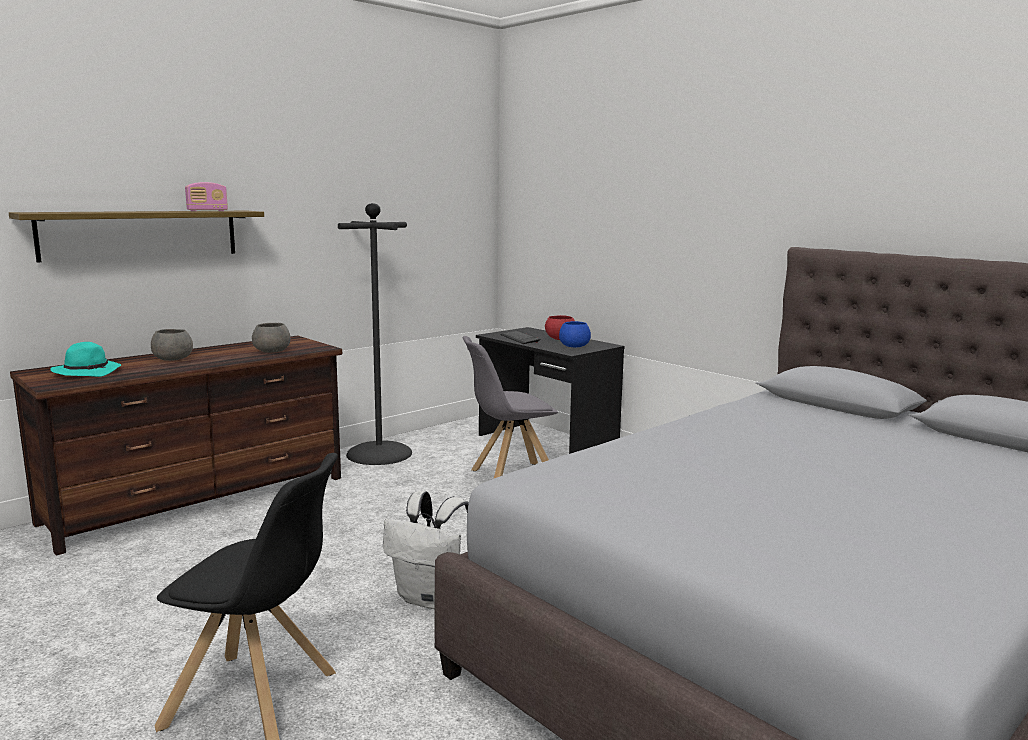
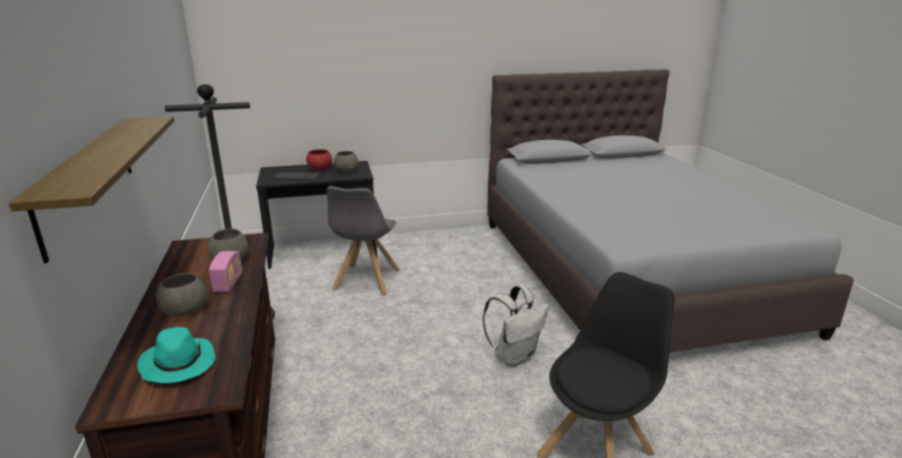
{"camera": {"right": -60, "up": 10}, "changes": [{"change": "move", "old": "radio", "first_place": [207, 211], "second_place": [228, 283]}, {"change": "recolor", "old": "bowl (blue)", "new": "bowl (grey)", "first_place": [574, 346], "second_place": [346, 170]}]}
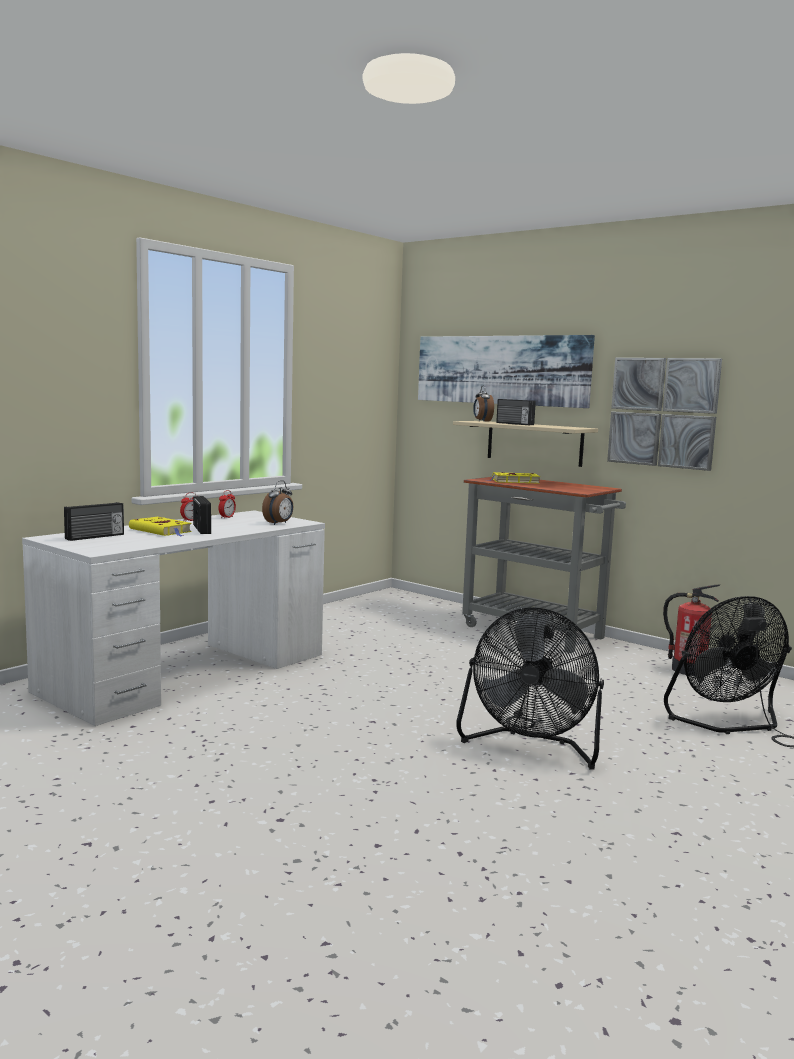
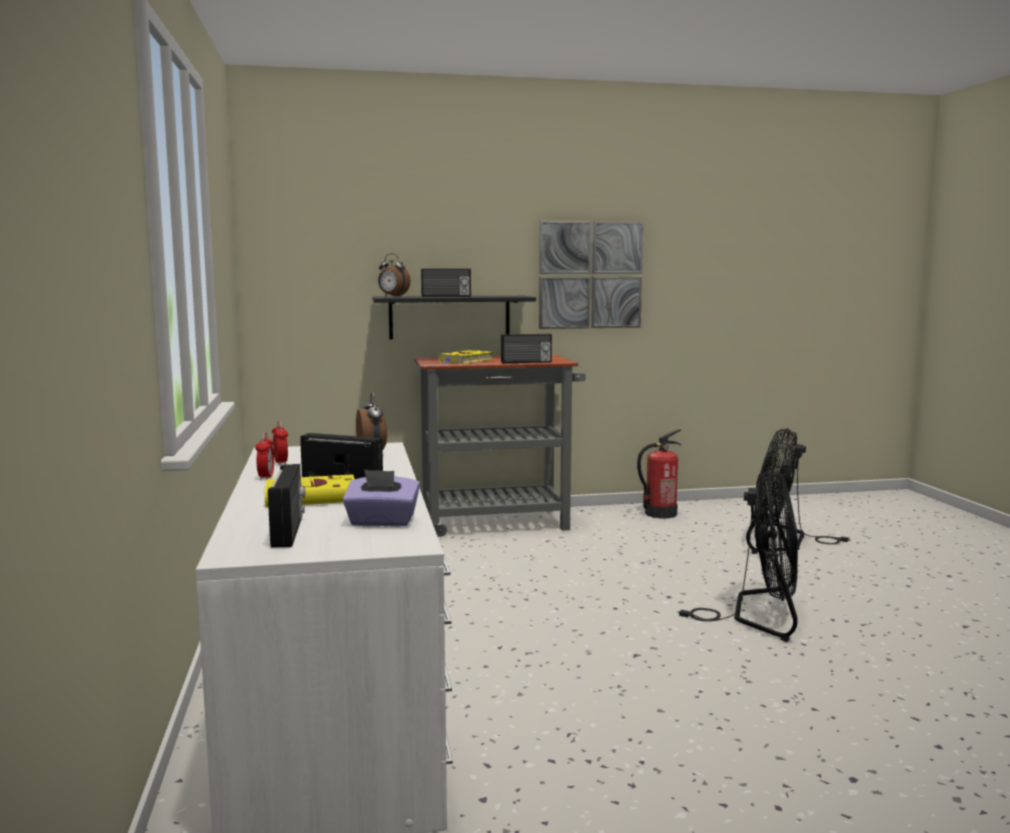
{"camera": {"right": -50, "up": 0}, "changes": [{"change": "insert", "new": "tissue box (purple)", "second_place": [382, 522]}, {"change": "recolor", "old": "shelf (beige)", "new": "shelf (black)", "first_place": [534, 443], "second_place": [449, 317]}, {"change": "insert", "new": "radio", "second_place": [526, 362]}, {"change": "rotate", "old": "fan (black)", "first_place": [528, 744], "second_place": [757, 613], "degrees": -45}, {"change": "delete", "old": "picture", "first_place": [500, 370]}]}
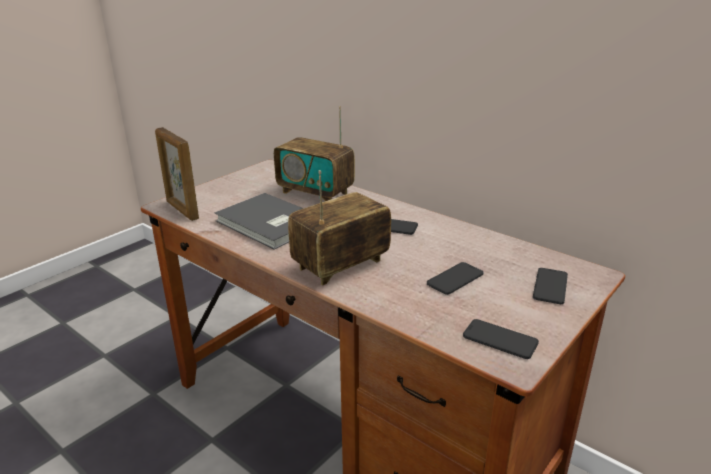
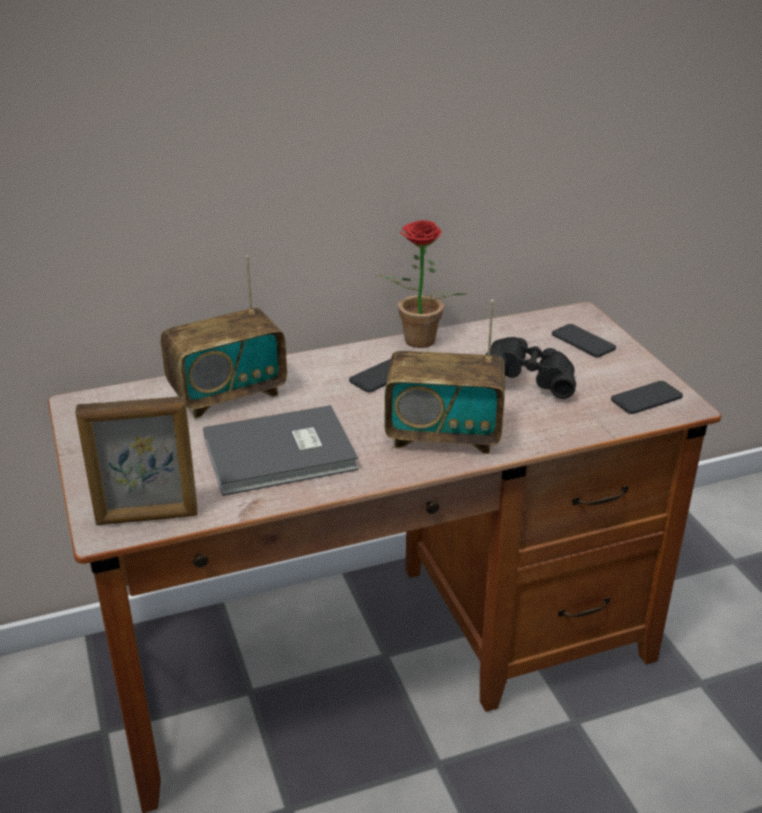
{"camera": {"right": -60, "up": 5}, "changes": [{"change": "insert", "new": "potted plant", "second_place": [415, 343]}, {"change": "rotate", "old": "radio", "first_place": [341, 266], "second_place": [443, 435], "degrees": -75}, {"change": "replace", "old": "phone", "new": "binoculars (black)", "first_place": [455, 279], "second_place": [530, 381]}]}
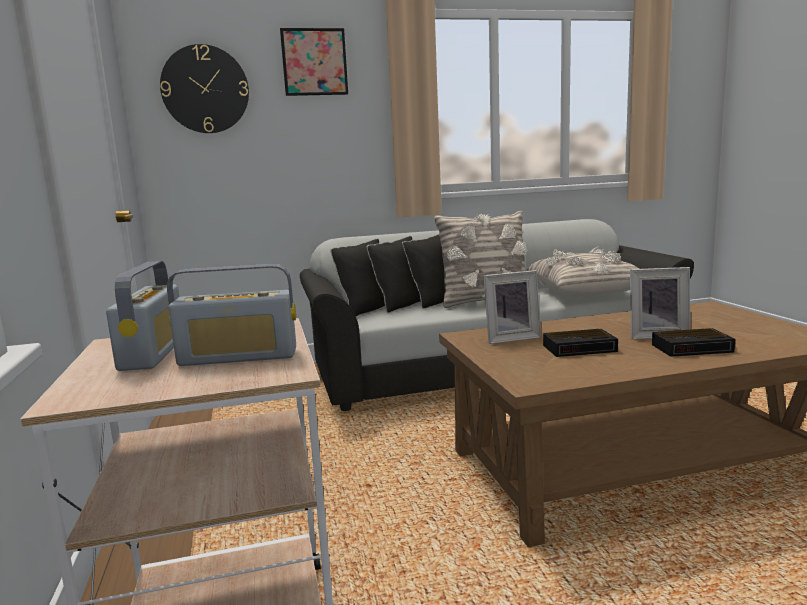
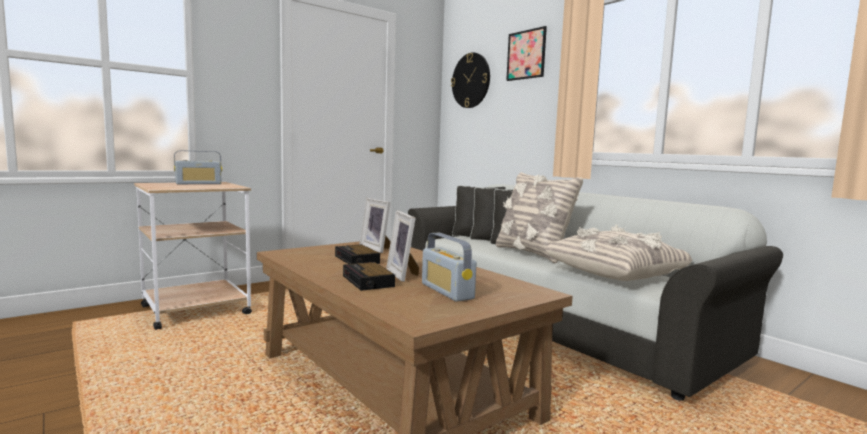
{"camera": {"right": 65, "up": -5}, "changes": [{"change": "move", "old": "radio", "first_place": [238, 357], "second_place": [447, 291]}]}
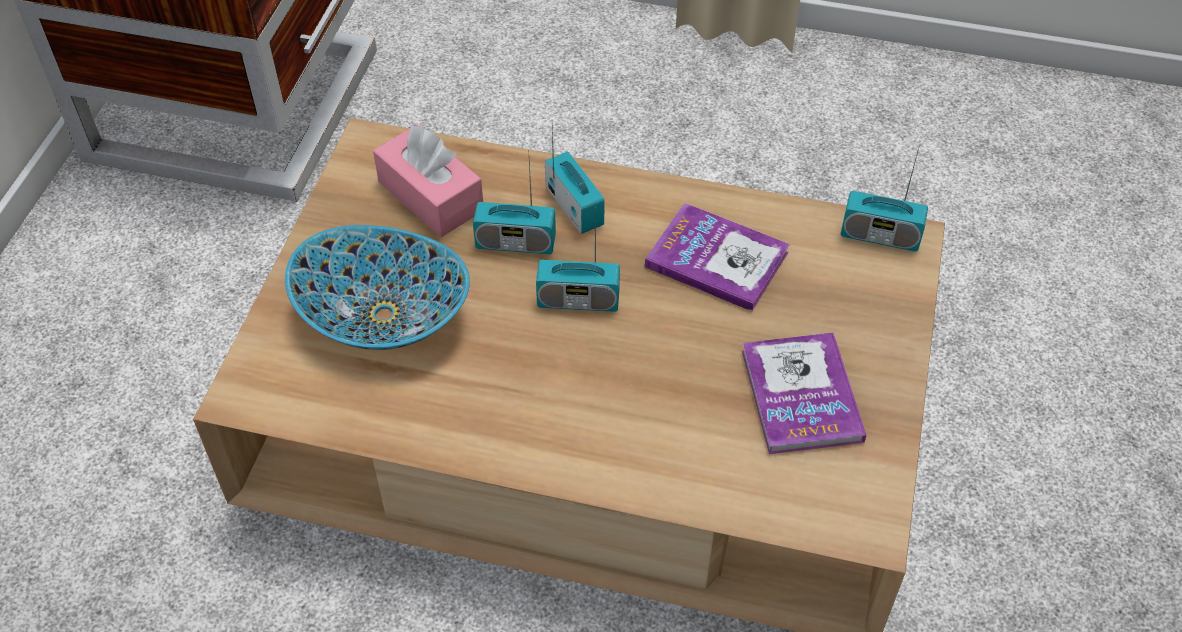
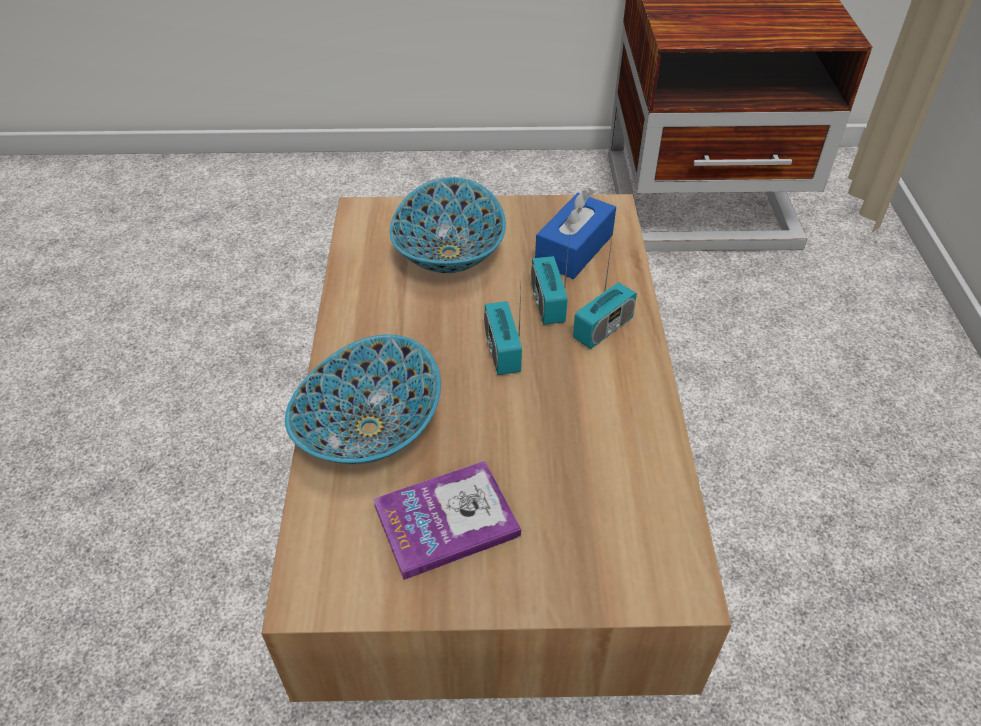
{"camera": {"right": 75, "up": -5}, "changes": [{"change": "insert", "new": "bowl", "second_place": [367, 428]}, {"change": "recolor", "old": "tissue box (pink)", "new": "tissue box (blue)", "first_place": [430, 196], "second_place": [574, 249]}, {"change": "delete", "old": "book", "first_place": [717, 259]}, {"change": "delete", "old": "radio", "first_place": [880, 236]}]}
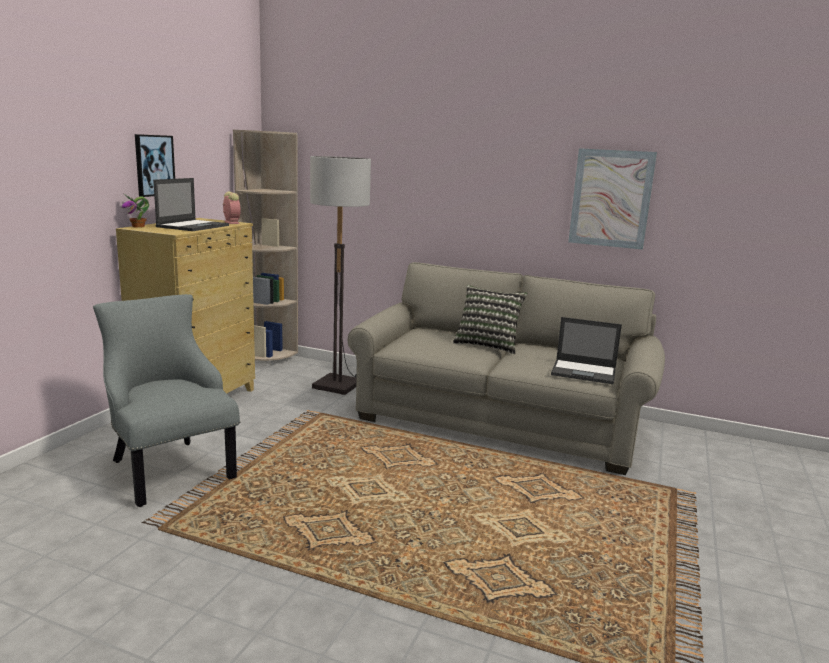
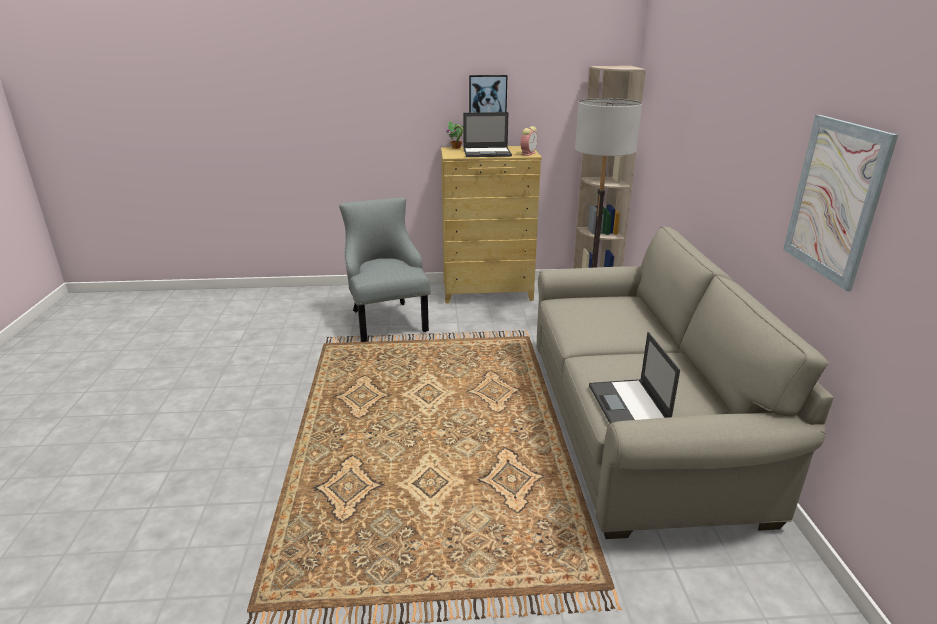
{"camera": {"right": 65, "up": 10}, "changes": [{"change": "rotate", "old": "armchair (grey)", "first_place": [171, 472], "second_place": [387, 322], "degrees": -45}, {"change": "delete", "old": "pillow", "first_place": [487, 344]}]}
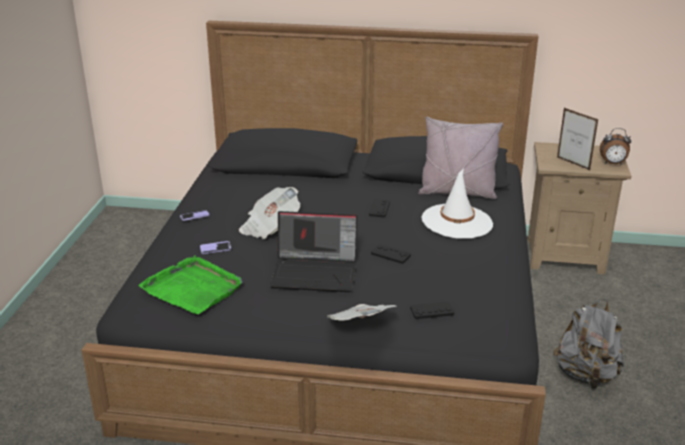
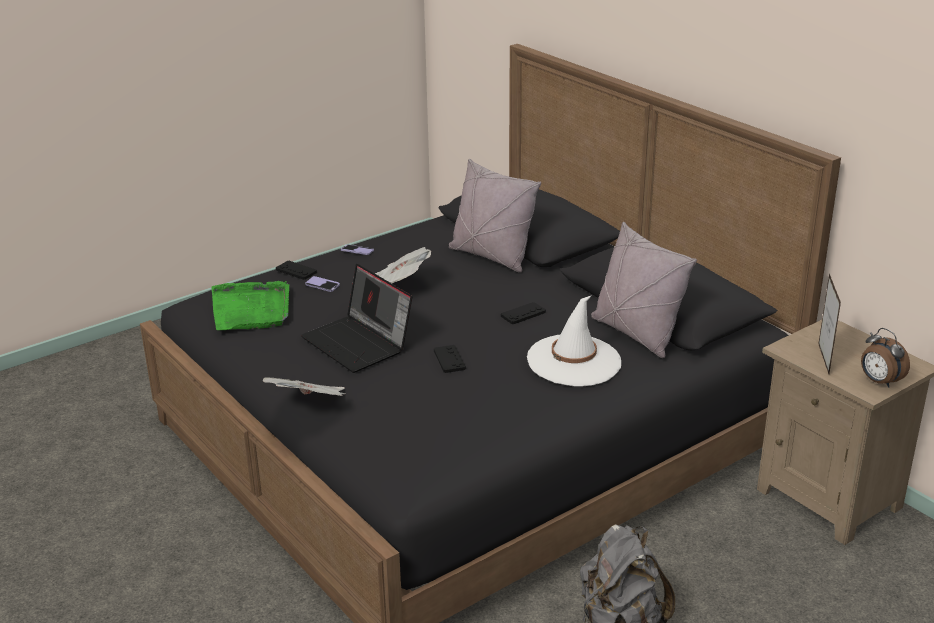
{"camera": {"right": 45, "up": 0}, "changes": [{"change": "move", "old": "game controller (black)", "first_place": [432, 311], "second_place": [296, 271]}, {"change": "insert", "new": "pillow (purple)", "second_place": [491, 256]}]}
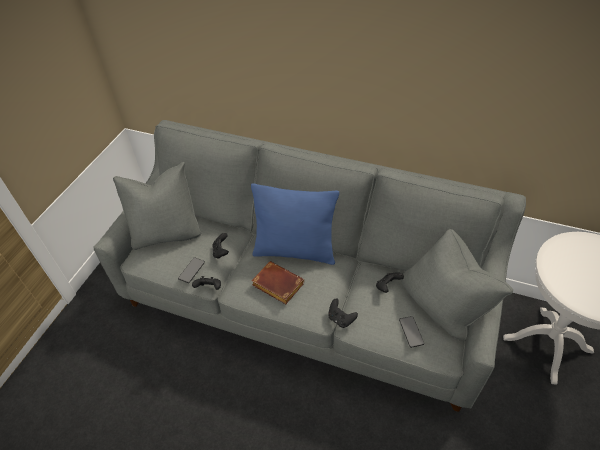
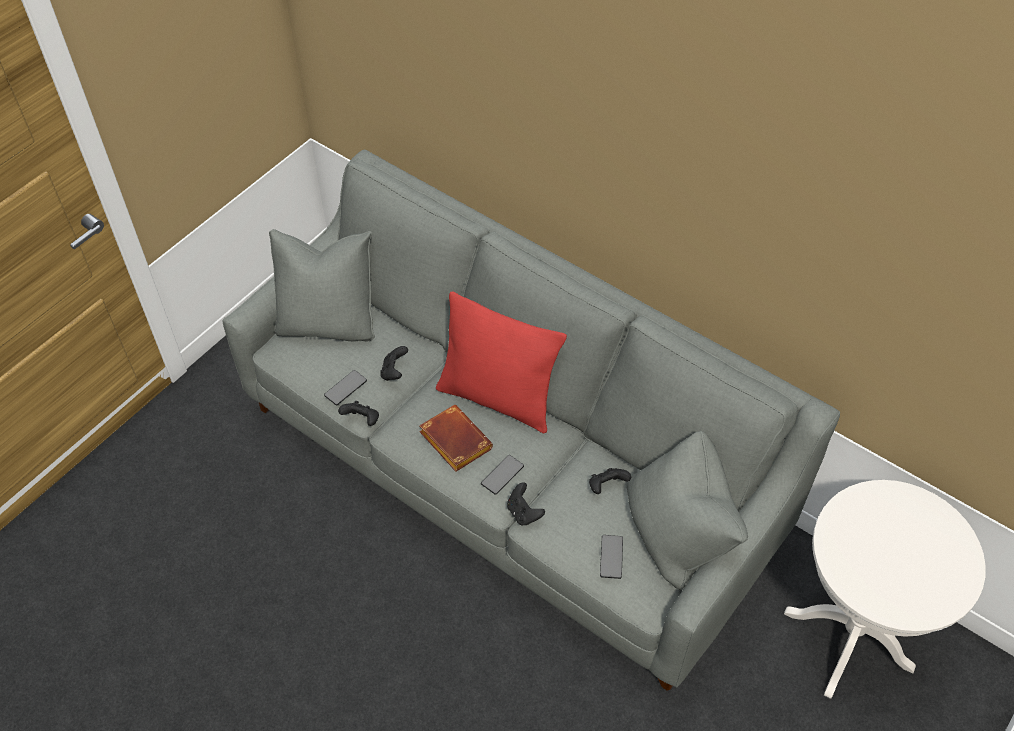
{"camera": {"right": 15, "up": 5}, "changes": [{"change": "recolor", "old": "pillow (blue)", "new": "pillow (red)", "first_place": [295, 251], "second_place": [497, 399]}, {"change": "insert", "new": "phone", "second_place": [502, 475]}]}
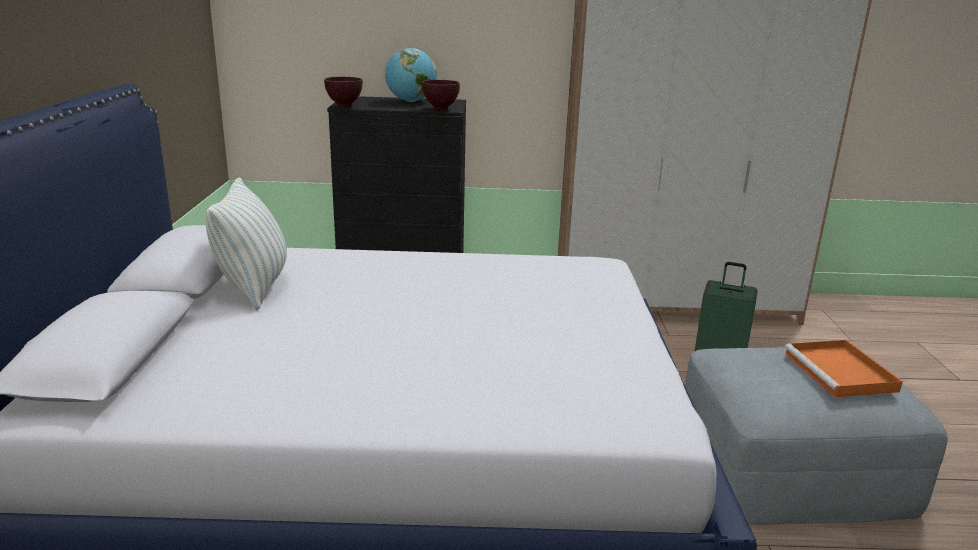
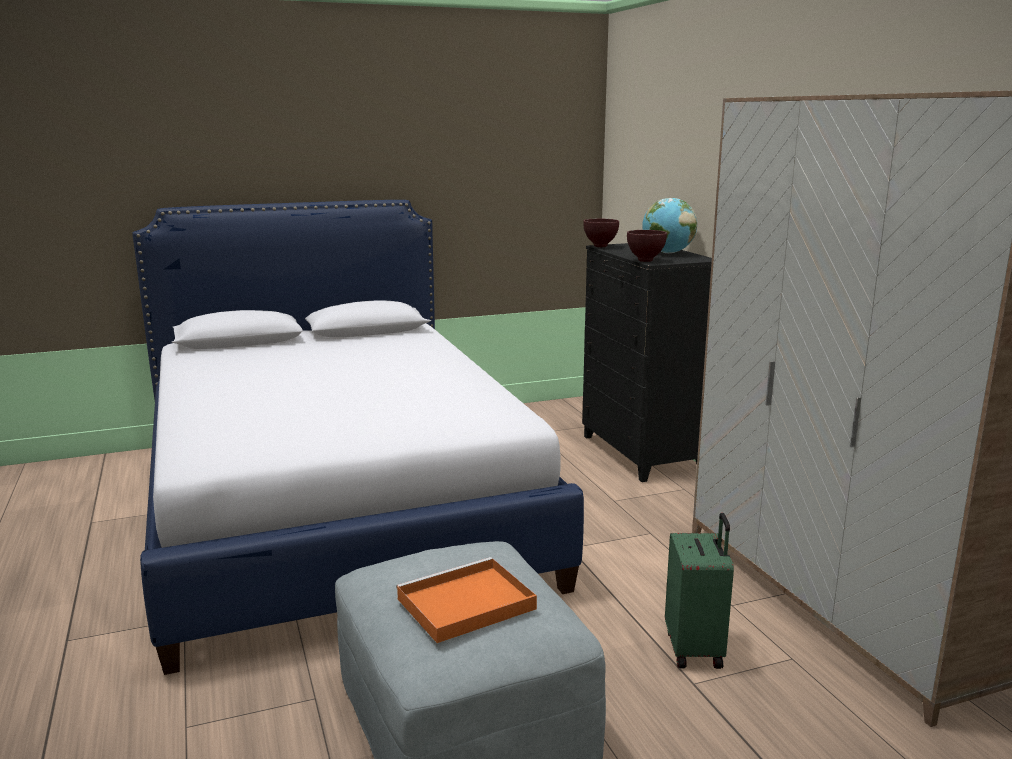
{"camera": {"right": 70, "up": -5}, "changes": [{"change": "delete", "old": "pillow", "first_place": [254, 287]}]}
